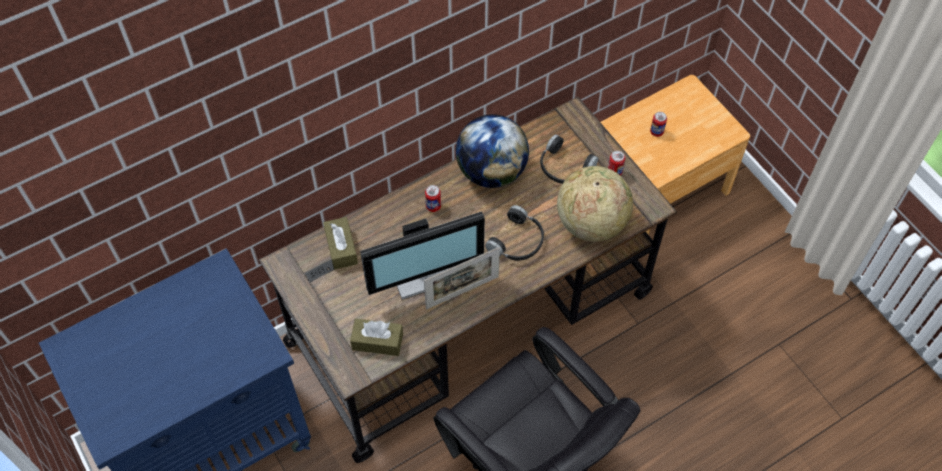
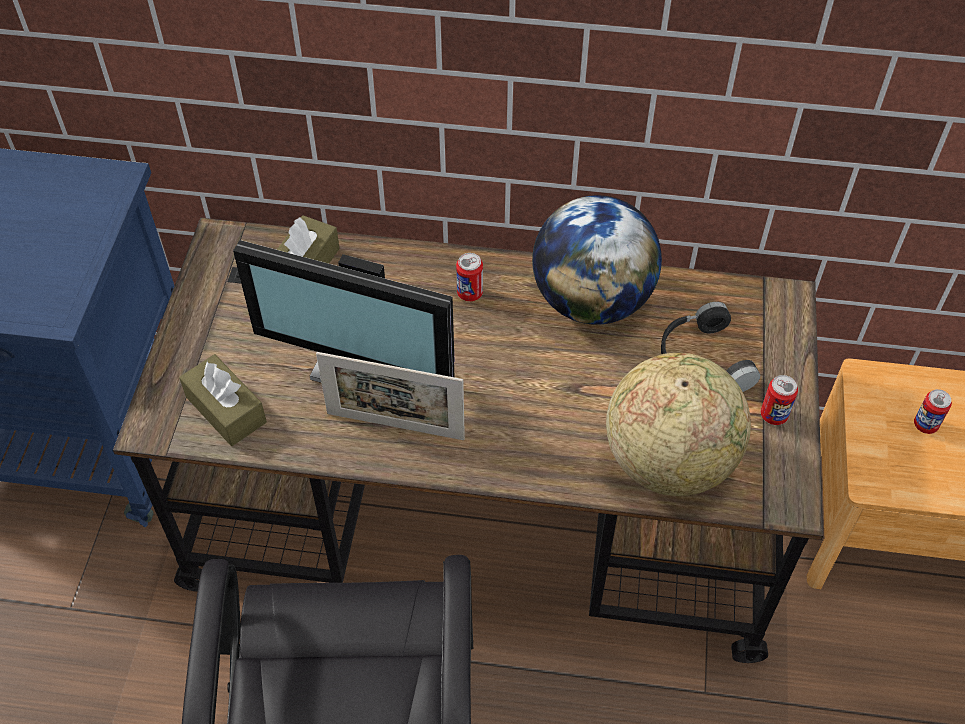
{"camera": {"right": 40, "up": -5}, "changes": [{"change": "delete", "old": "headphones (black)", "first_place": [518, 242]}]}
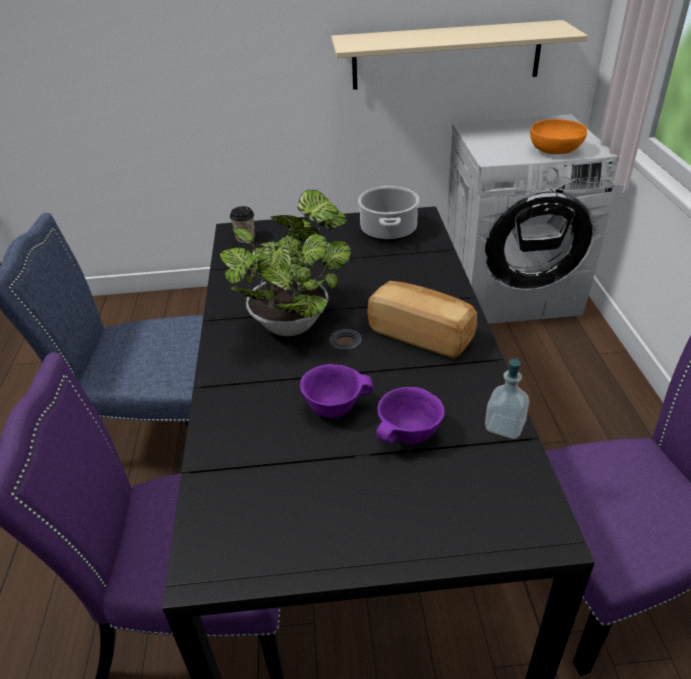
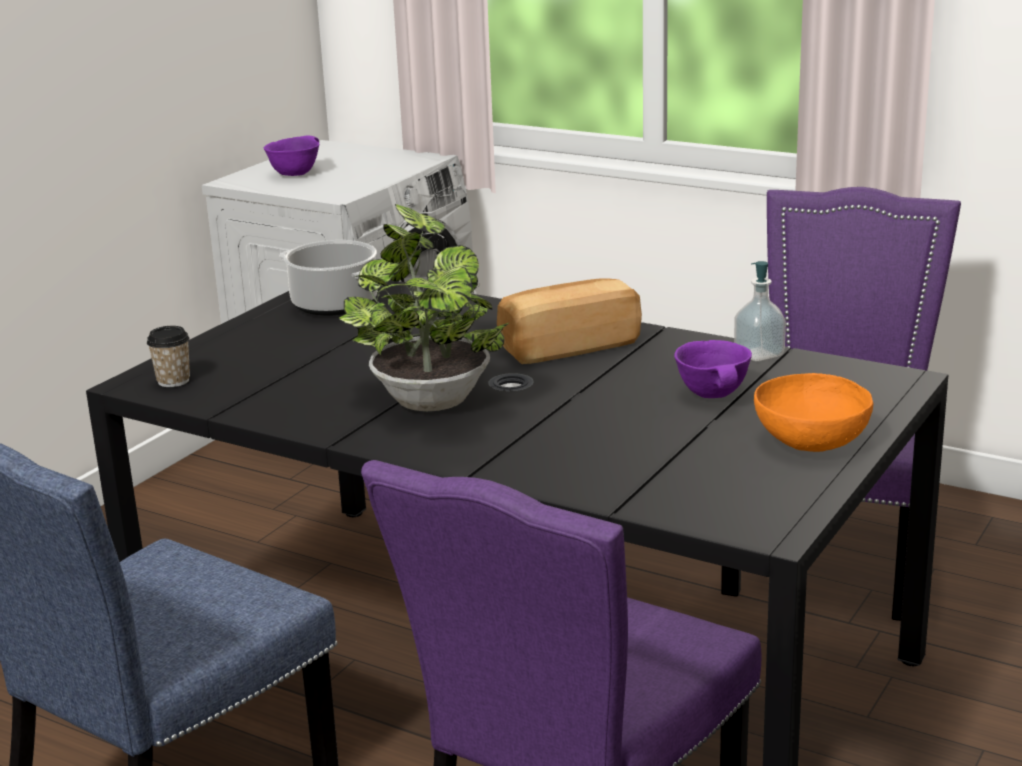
{"camera": {"right": -55, "up": -15}, "changes": [{"change": "move", "old": "bowl (purple)", "first_place": [334, 407], "second_place": [294, 174]}, {"change": "move", "old": "bowl (orange)", "first_place": [555, 150], "second_place": [810, 440]}, {"change": "delete", "old": "shelf (beige)", "first_place": [446, 55]}]}
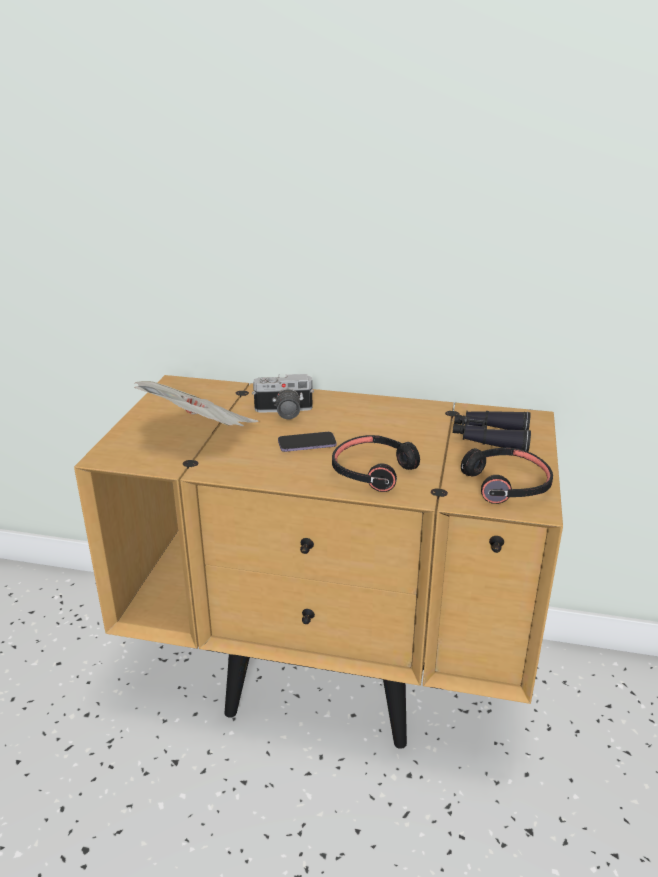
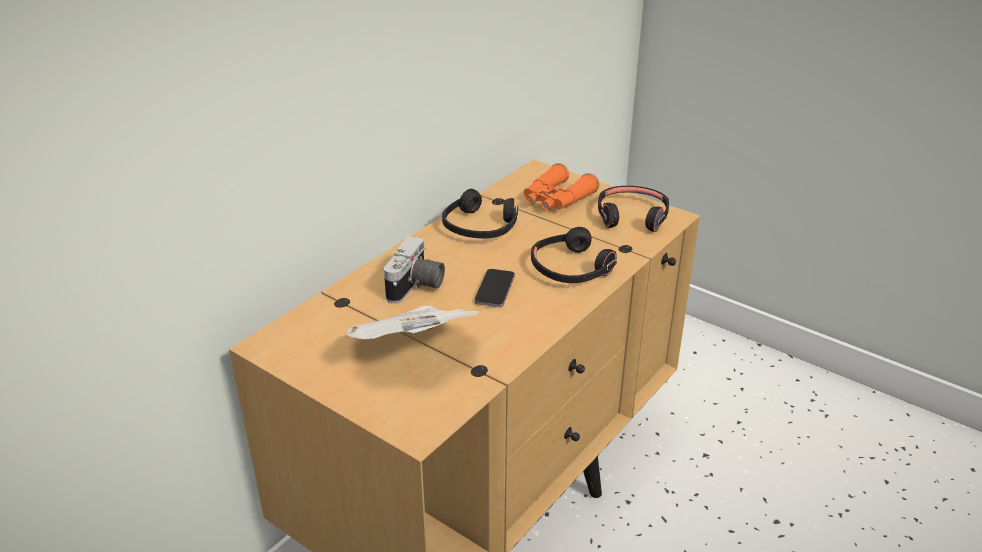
{"camera": {"right": -65, "up": 5}, "changes": [{"change": "insert", "new": "headphones (black)", "second_place": [480, 227]}, {"change": "recolor", "old": "binoculars (black)", "new": "binoculars (orange)", "first_place": [490, 438], "second_place": [556, 199]}]}
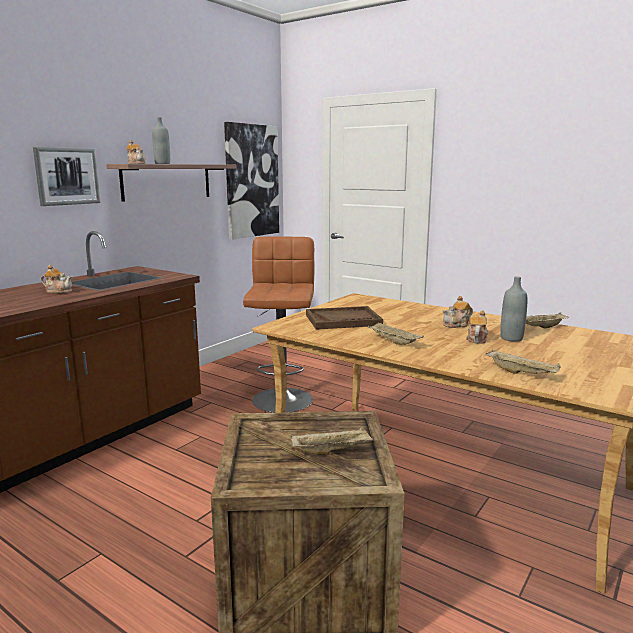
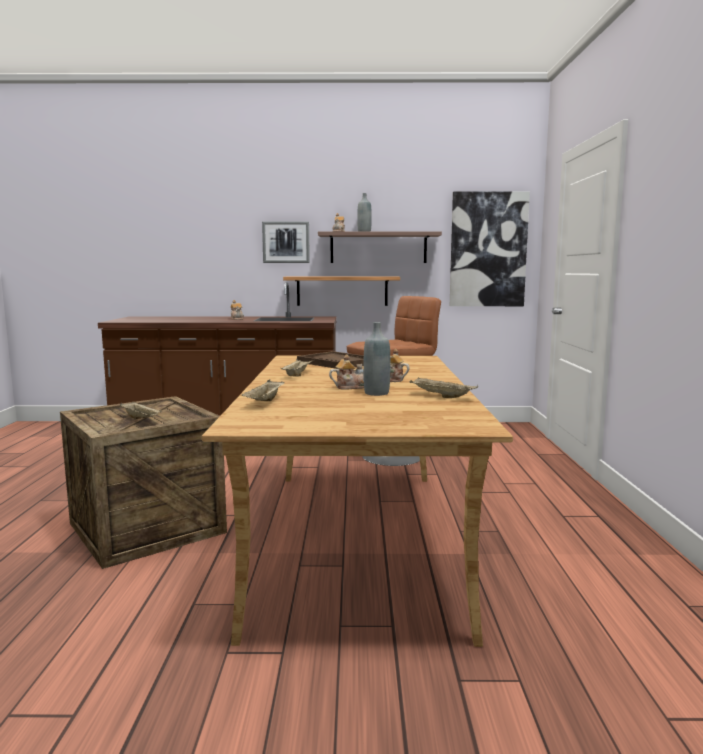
{"camera": {"right": 55, "up": -5}, "changes": [{"change": "insert", "new": "shelf", "second_place": [342, 291]}]}
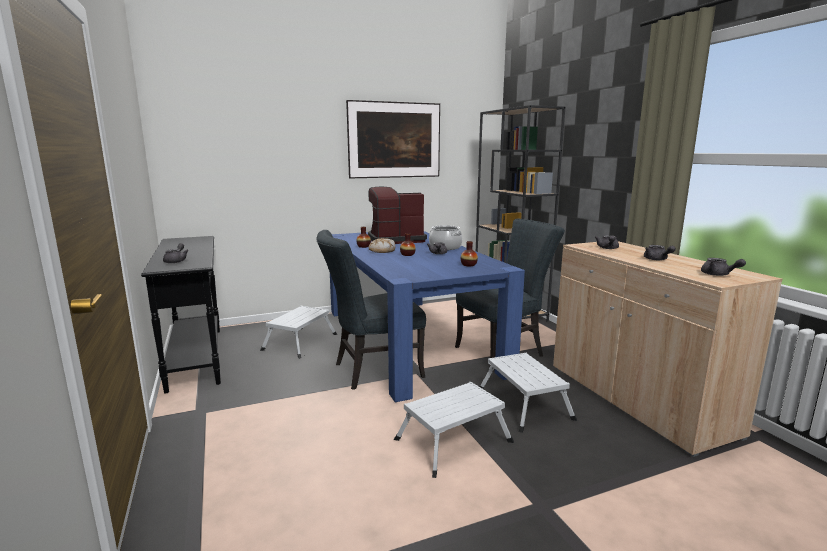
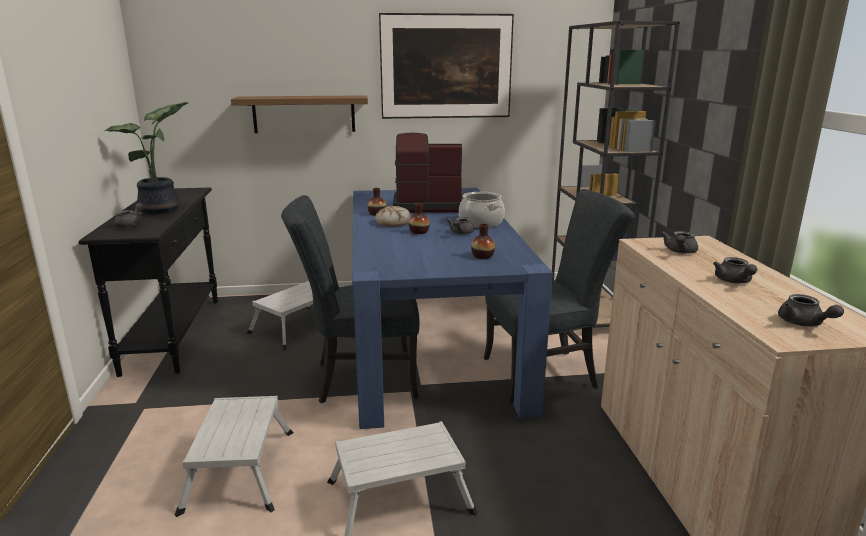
{"camera": {"right": 15, "up": 5}, "changes": [{"change": "insert", "new": "potted plant", "second_place": [162, 210]}, {"change": "move", "old": "step ladder (white)", "first_place": [524, 403], "second_place": [240, 469]}, {"change": "insert", "new": "shelf (brown)", "second_place": [304, 114]}]}
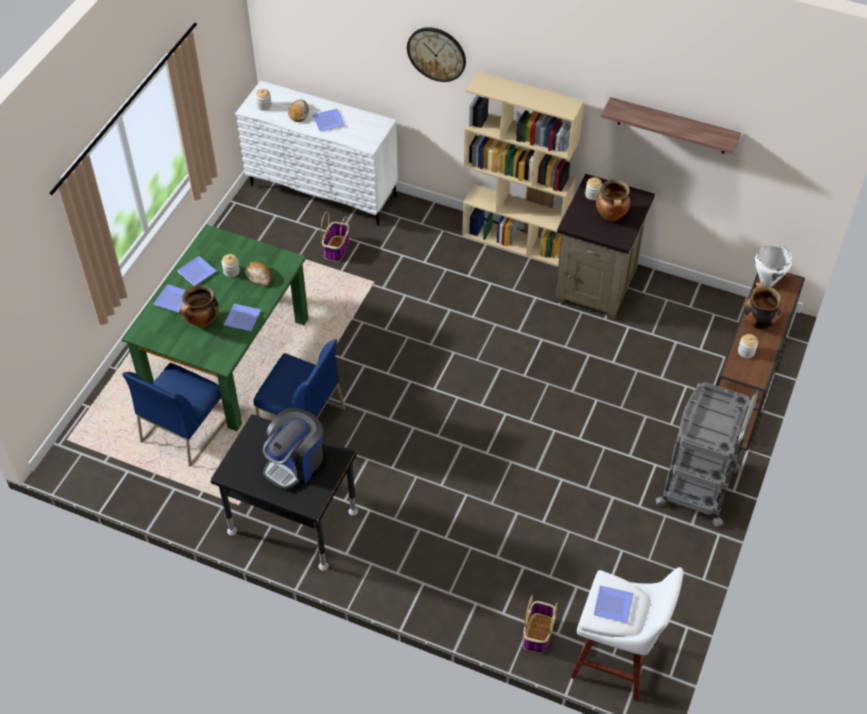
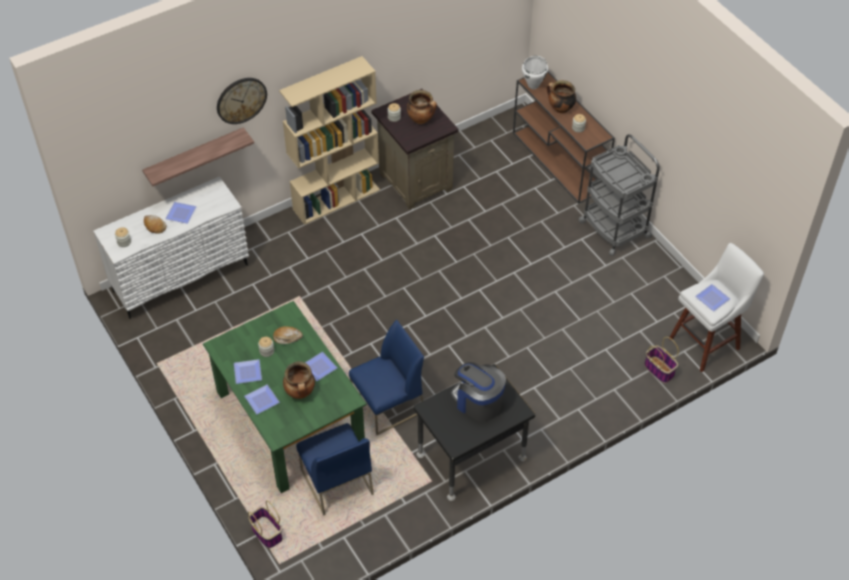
{"camera": {"right": -55, "up": 0}, "changes": [{"change": "move", "old": "shelf", "first_place": [672, 126], "second_place": [195, 157]}, {"change": "move", "old": "basket", "first_place": [336, 248], "second_place": [266, 532]}, {"change": "rotate", "old": "coffee machine", "first_place": [295, 463], "second_place": [477, 402], "degrees": 150}]}
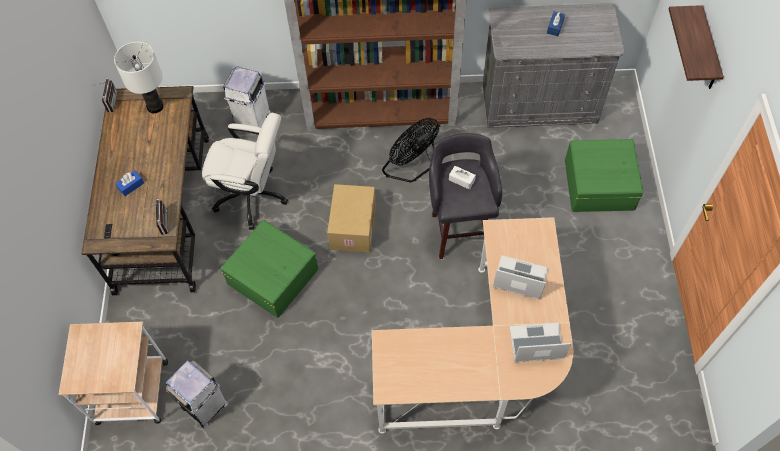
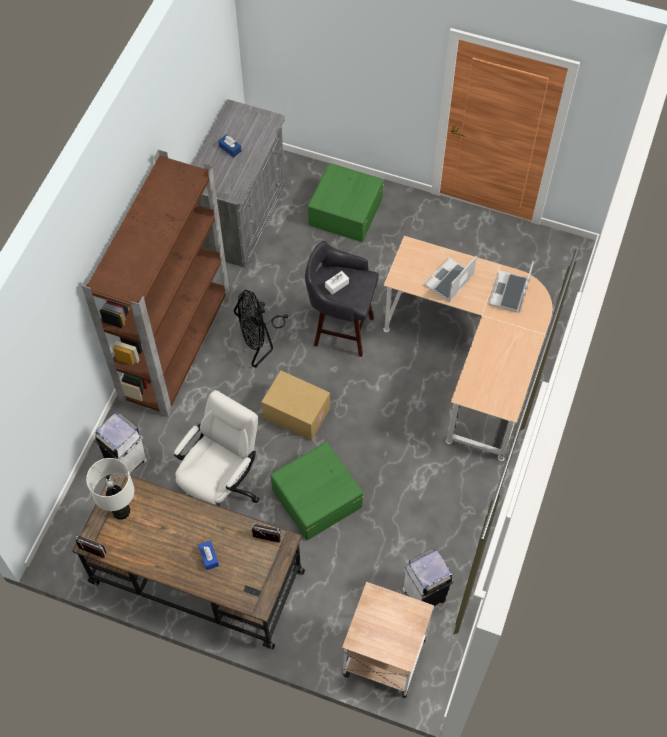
{"camera": {"right": -70, "up": 0}, "changes": [{"change": "delete", "old": "shelf", "first_place": [708, 51]}]}
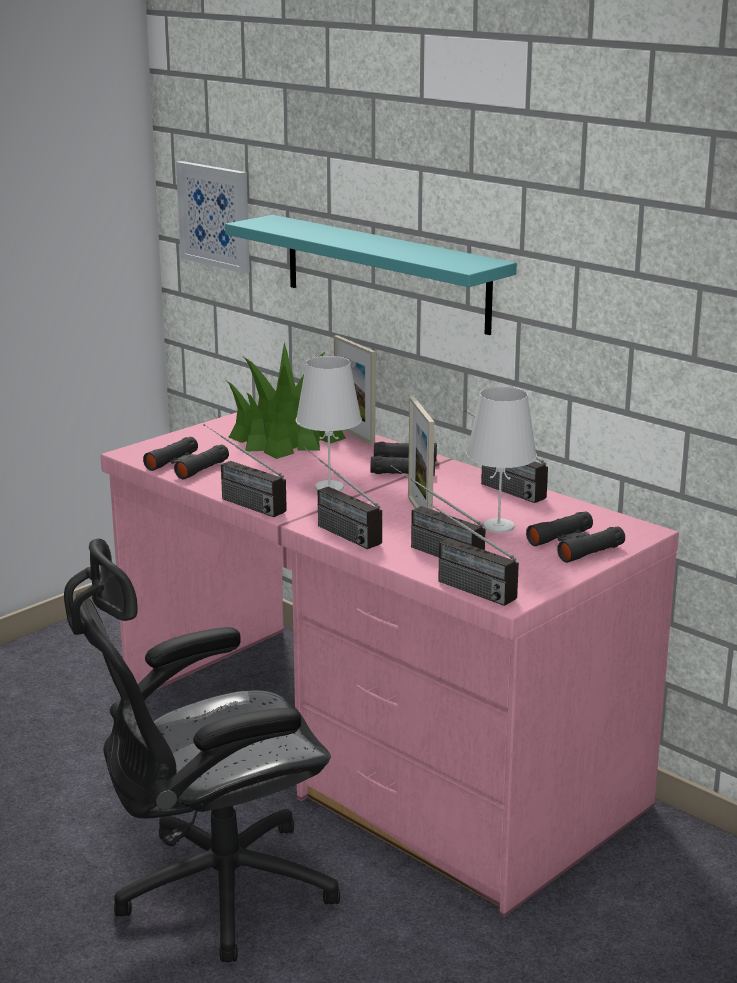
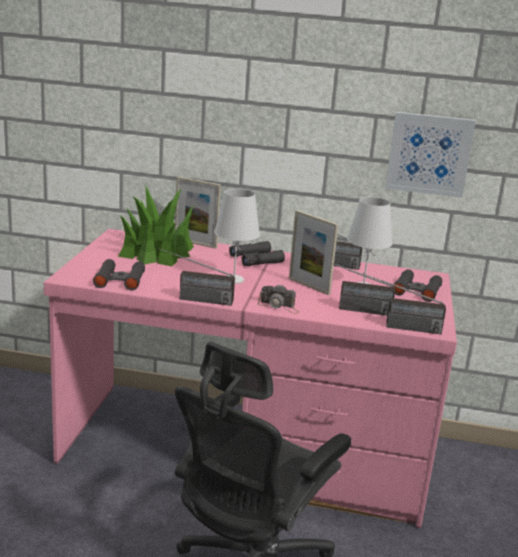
{"camera": {"right": -35, "up": 0}, "changes": [{"change": "replace", "old": "radio", "new": "photo camera", "first_place": [334, 529], "second_place": [279, 306]}, {"change": "move", "old": "picture", "first_place": [215, 216], "second_place": [429, 154]}, {"change": "delete", "old": "shelf (turquoise)", "first_place": [385, 273]}]}
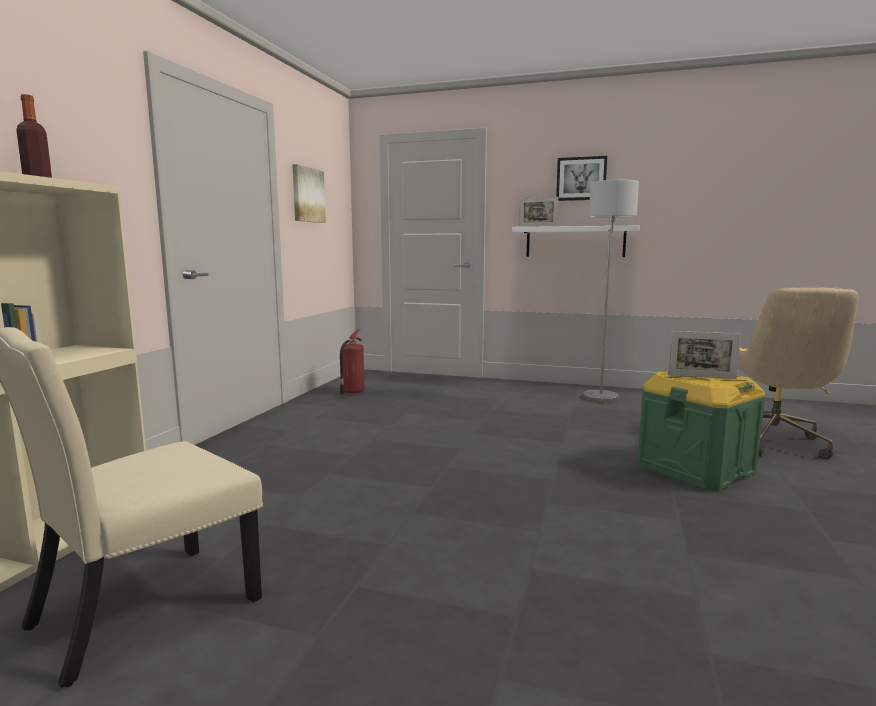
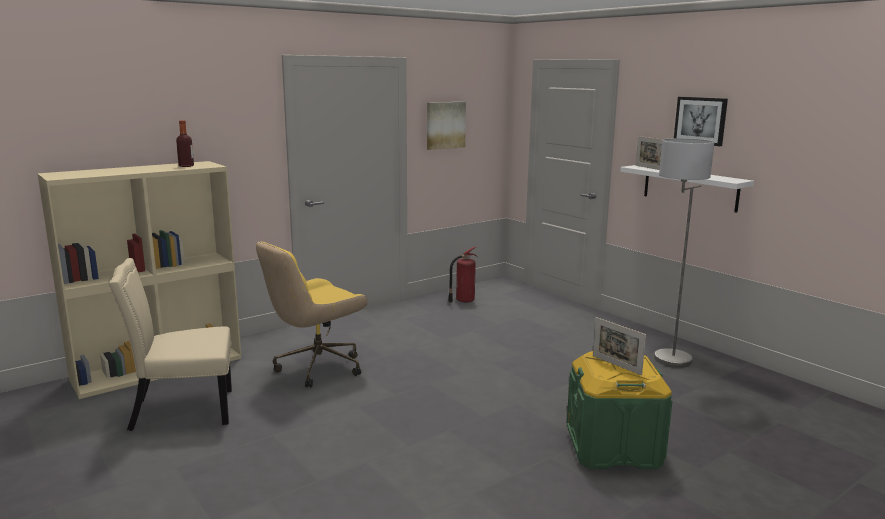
{"camera": {"right": 35, "up": 5}, "changes": [{"change": "move", "old": "office chair (yellow)", "first_place": [773, 444], "second_place": [317, 369]}]}
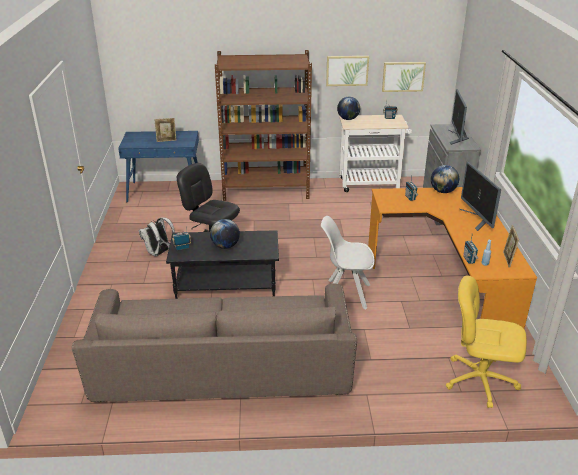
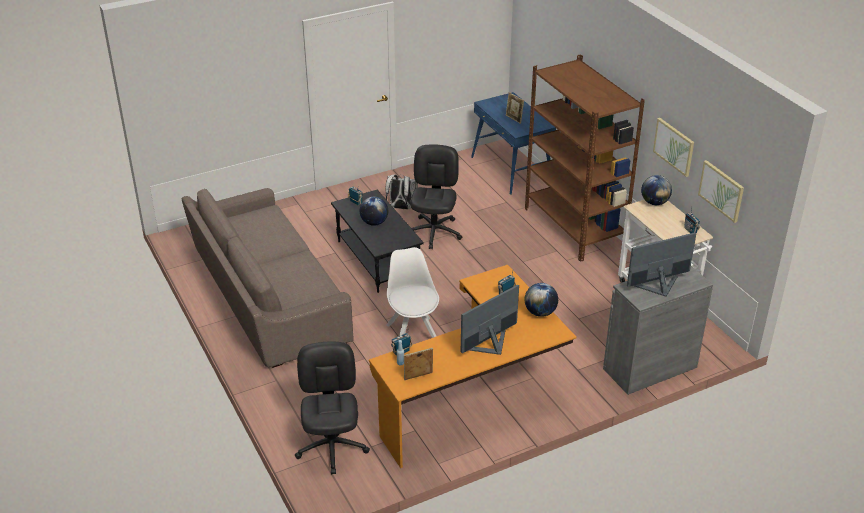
{"camera": {"right": 65, "up": 5}, "changes": [{"change": "recolor", "old": "office chair (yellow)", "new": "office chair (black)", "first_place": [480, 380], "second_place": [332, 446]}]}
